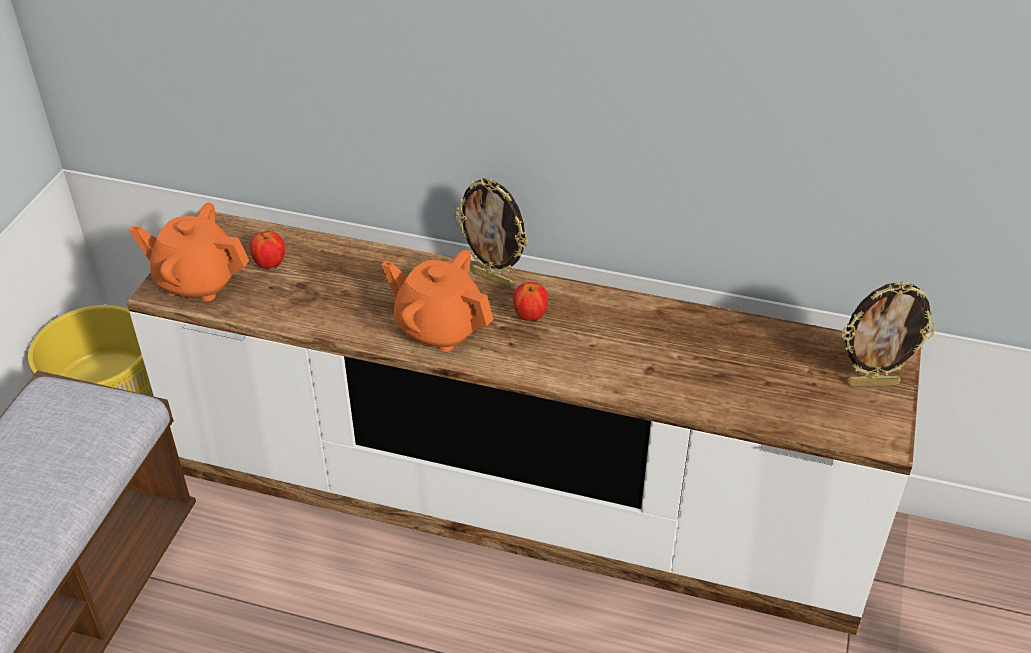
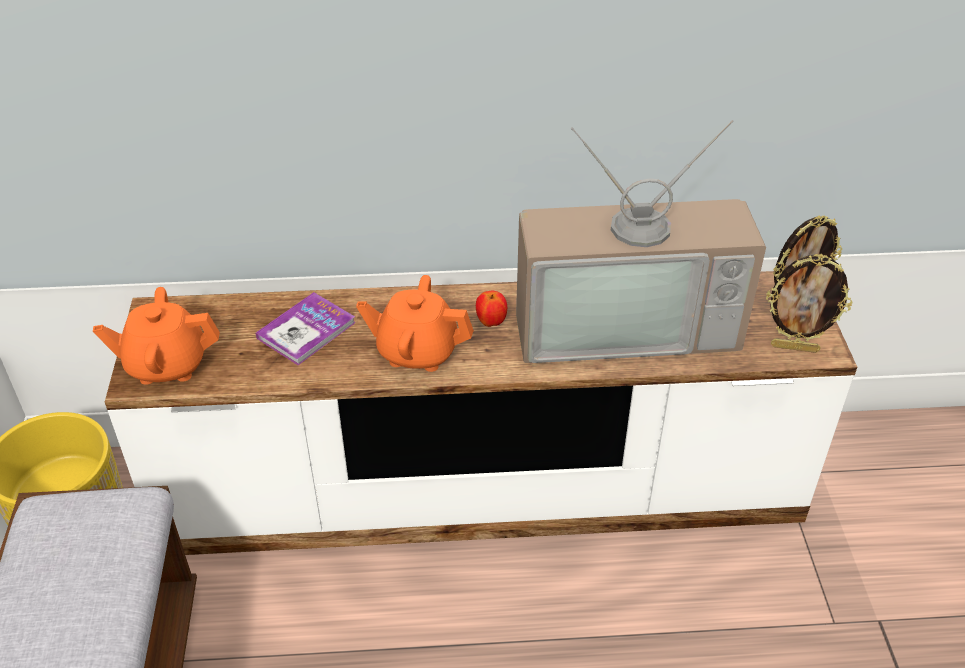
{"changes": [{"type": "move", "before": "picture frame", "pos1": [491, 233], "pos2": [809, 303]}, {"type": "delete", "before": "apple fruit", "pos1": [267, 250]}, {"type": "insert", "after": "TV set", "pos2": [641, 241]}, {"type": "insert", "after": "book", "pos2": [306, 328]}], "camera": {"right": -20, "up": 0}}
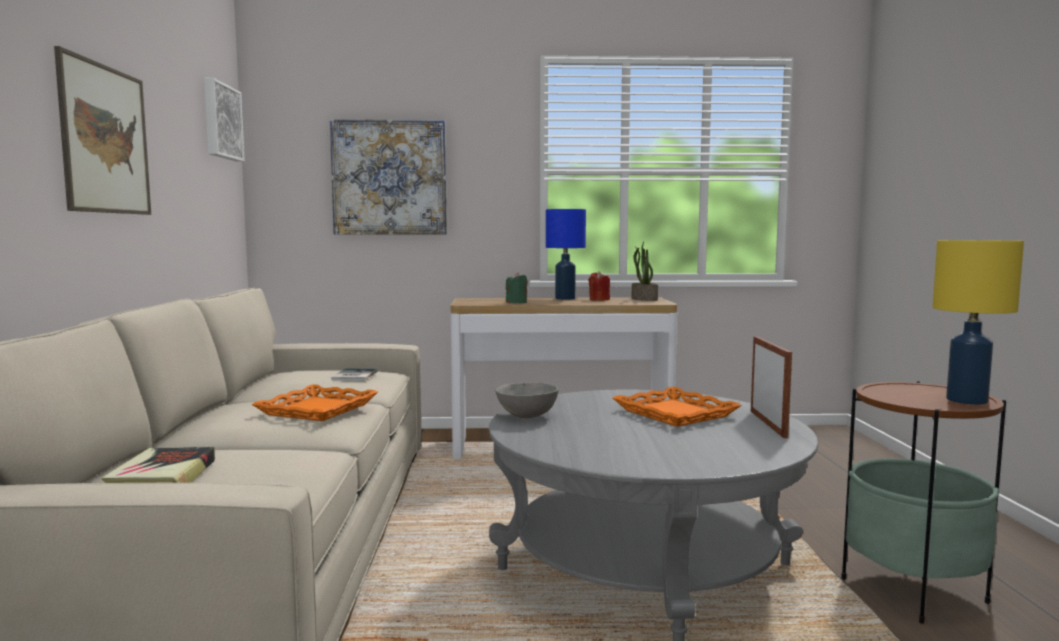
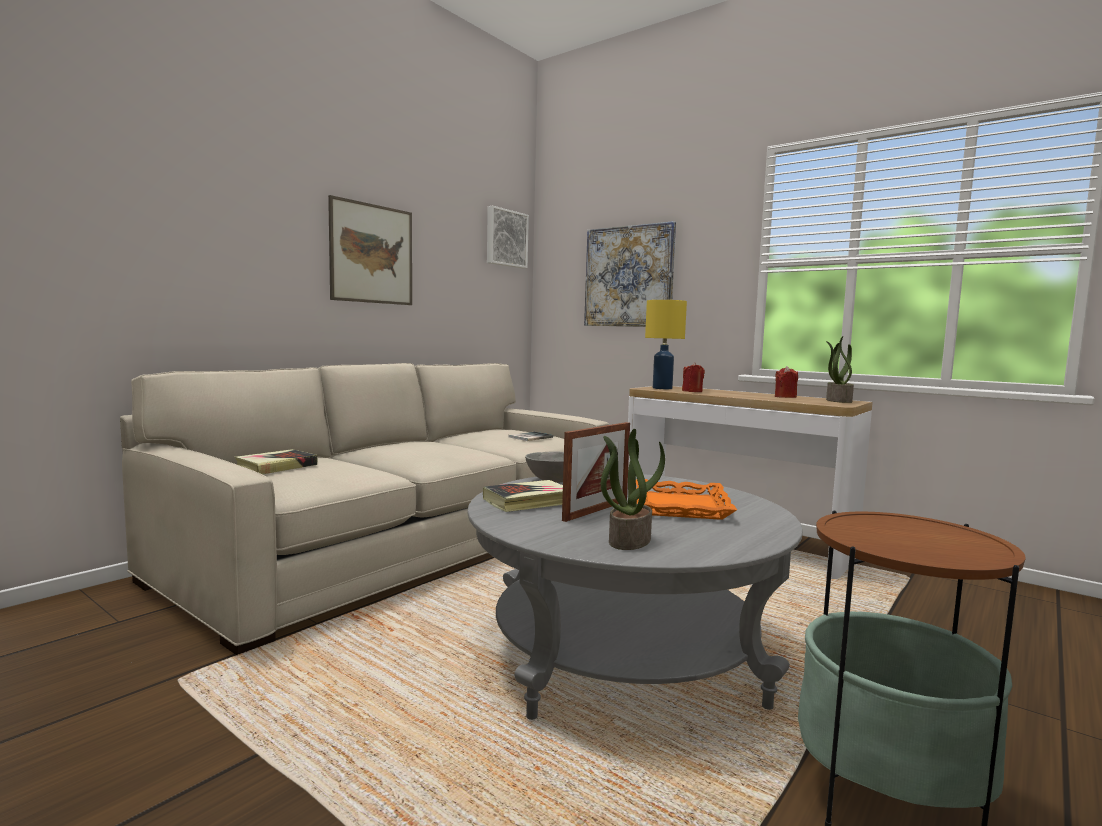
{"changes": [{"type": "delete", "before": "blue tabletop lamp", "pos1": [566, 254]}, {"type": "move", "before": "yellow tabletop lamp", "pos1": [978, 322], "pos2": [666, 344]}, {"type": "recolor", "before": "green wax candle", "after": "reddish wax candle", "pos1": [517, 288], "pos2": [693, 377]}, {"type": "move", "before": "picture frame", "pos1": [771, 387], "pos2": [596, 472]}, {"type": "delete", "before": "orange-coloured serving tray", "pos1": [314, 402]}, {"type": "insert", "after": "potted plant", "pos2": [633, 489]}, {"type": "insert", "after": "book", "pos2": [523, 496]}], "camera": {"right": 40, "up": 0}}
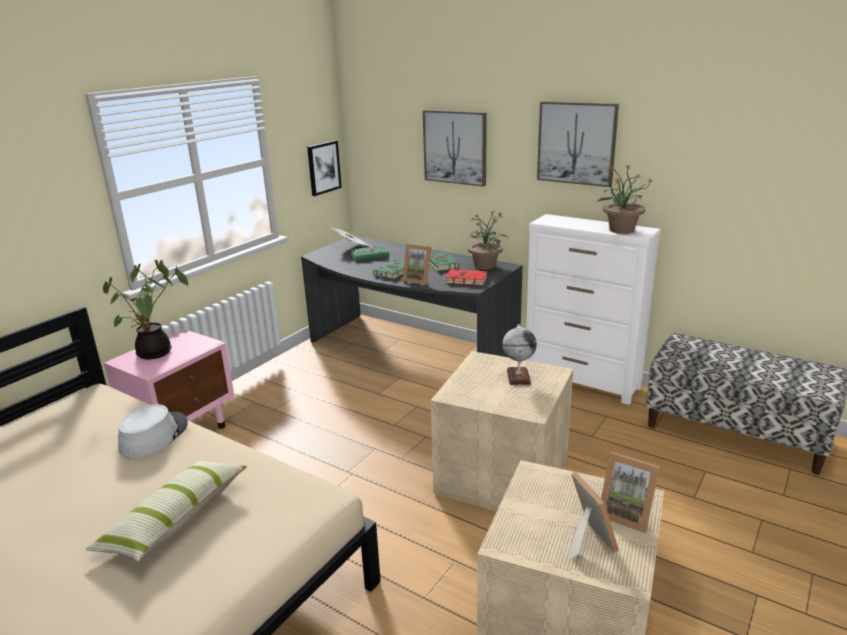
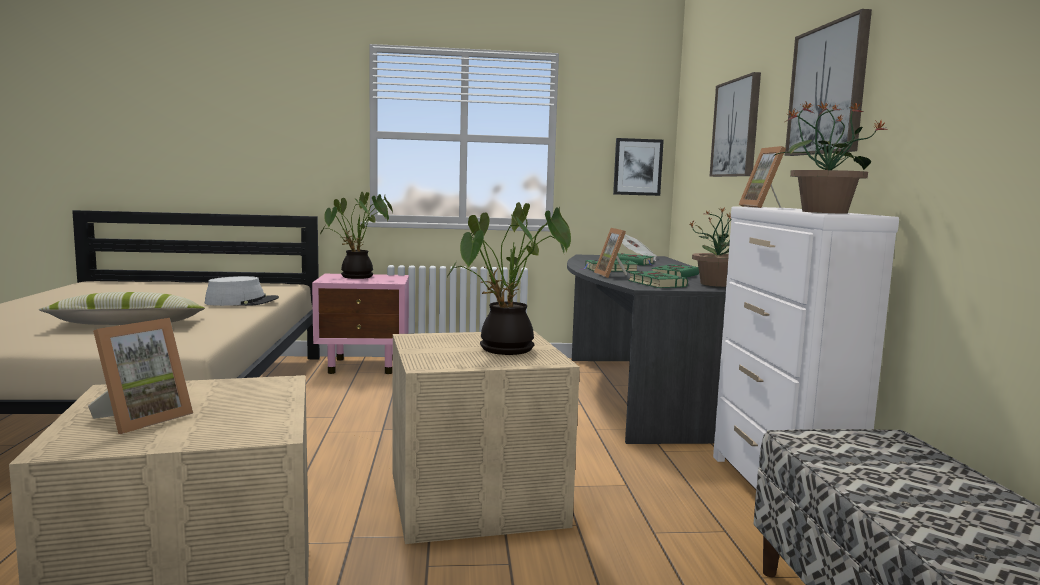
{"changes": [{"type": "recolor", "before": "reddish book", "after": "green book", "pos1": [464, 277], "pos2": [658, 279]}, {"type": "replace", "before": "desk globe", "after": "potted plant", "pos1": [520, 354], "pos2": [509, 278]}, {"type": "move", "before": "picture frame", "pos1": [630, 492], "pos2": [762, 177]}], "camera": {"right": 50, "up": -15}}
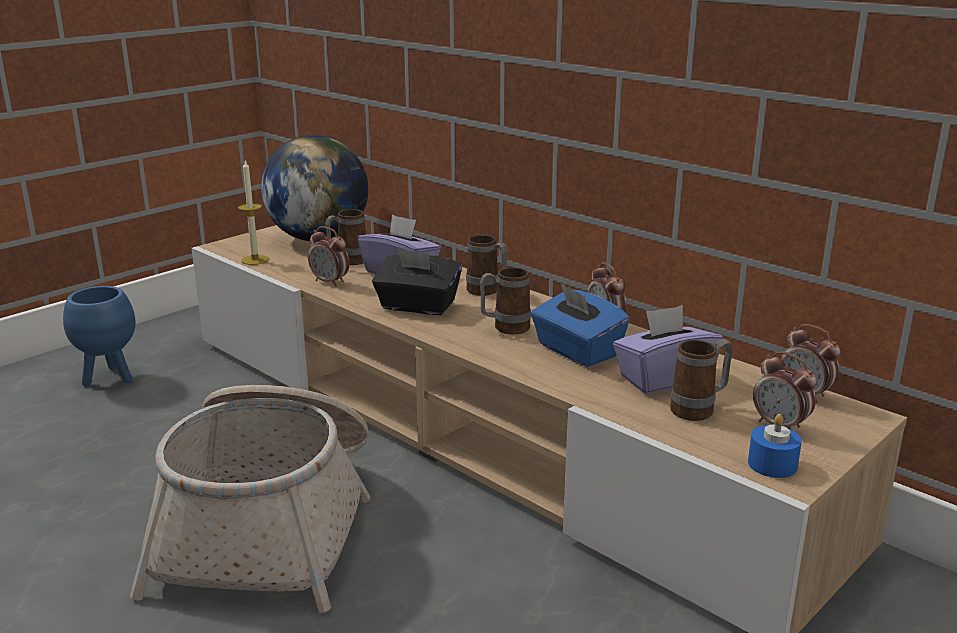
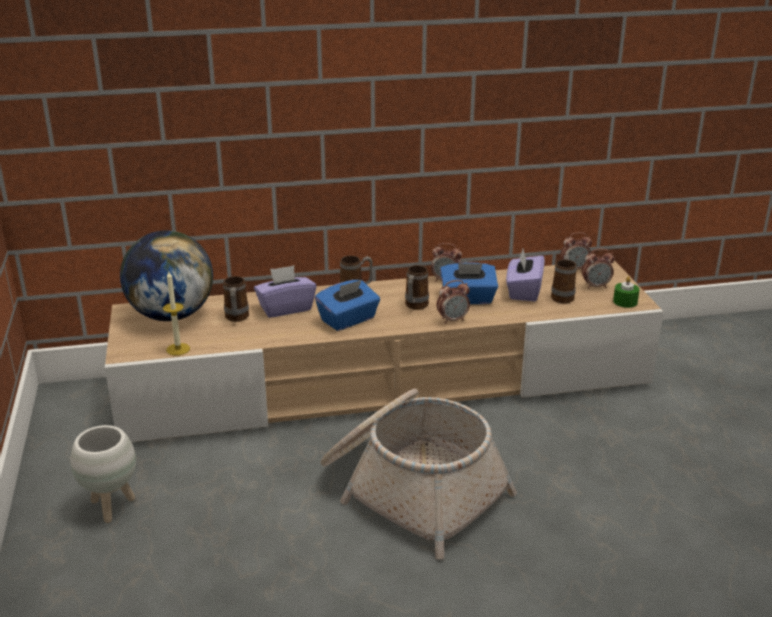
{"changes": [{"type": "move", "before": "table clock", "pos1": [329, 256], "pos2": [453, 302]}, {"type": "recolor", "before": "black tissue box", "after": "blue tissue box", "pos1": [417, 281], "pos2": [347, 305]}, {"type": "recolor", "before": "blue flower pot", "after": "white flower pot", "pos1": [99, 336], "pos2": [103, 474]}, {"type": "recolor", "before": "blue wax candle", "after": "green wax candle", "pos1": [775, 446], "pos2": [626, 292]}], "camera": {"right": -55, "up": 5}}
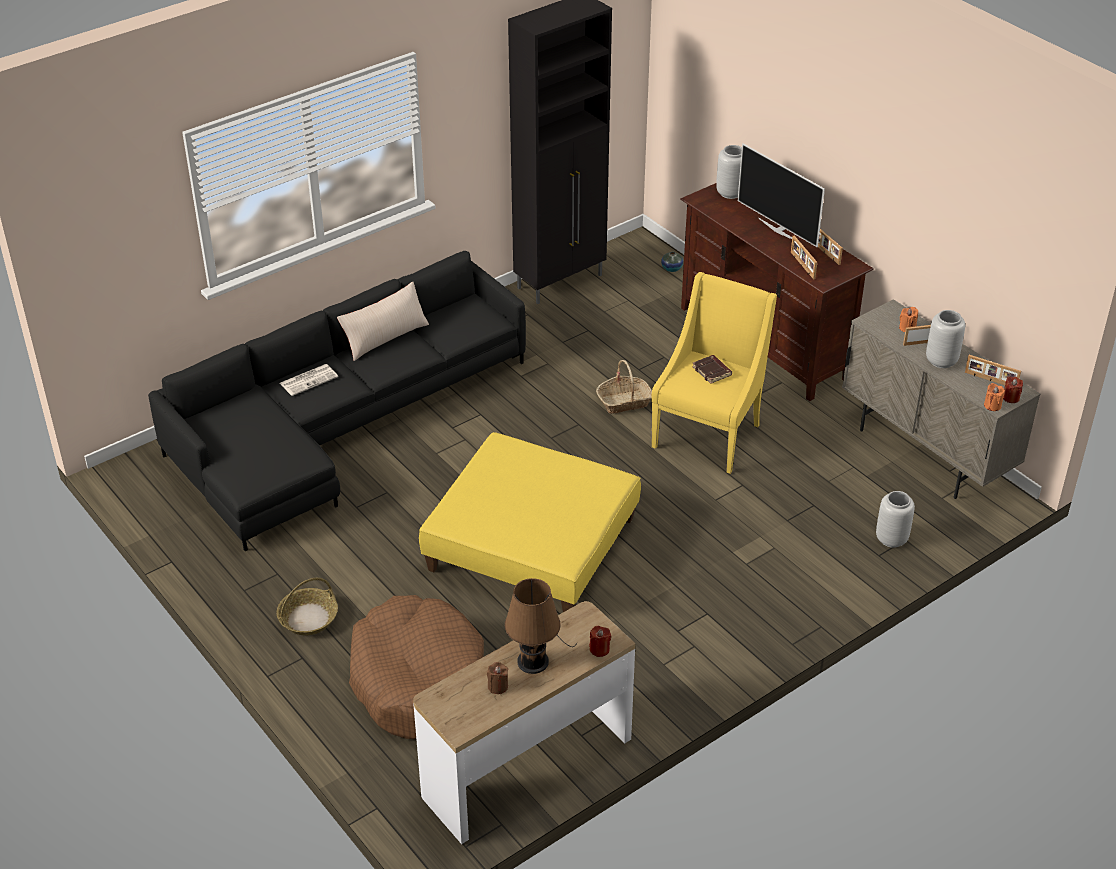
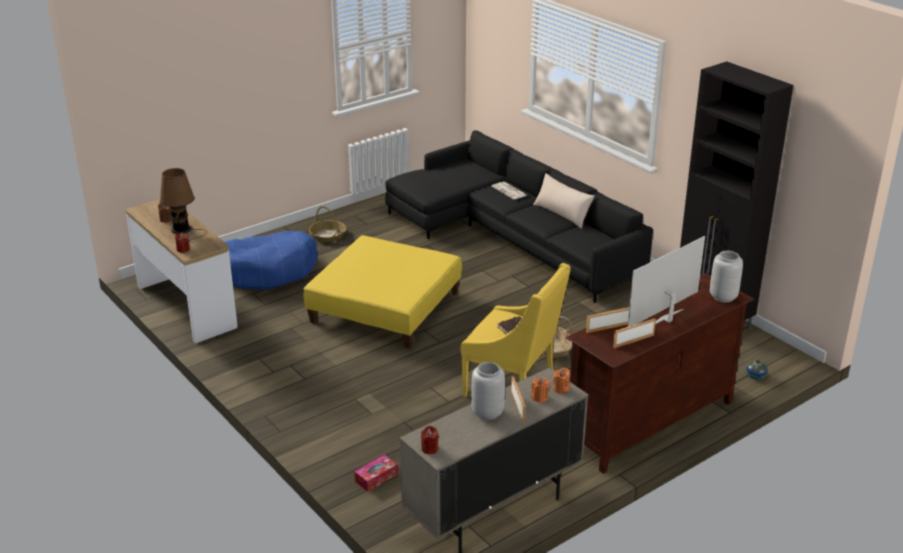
{"changes": [{"type": "delete", "before": "picture frame", "pos1": [993, 370]}, {"type": "move", "before": "orange-coloured wax candle", "pos1": [994, 397], "pos2": [561, 381]}, {"type": "replace", "before": "greyish flower vase", "after": "tissue box", "pos1": [895, 519], "pos2": [376, 473]}, {"type": "recolor", "before": "brownish dog cushion", "after": "blue dog cushion", "pos1": [416, 667], "pos2": [271, 260]}], "camera": {"right": 90, "up": -10}}
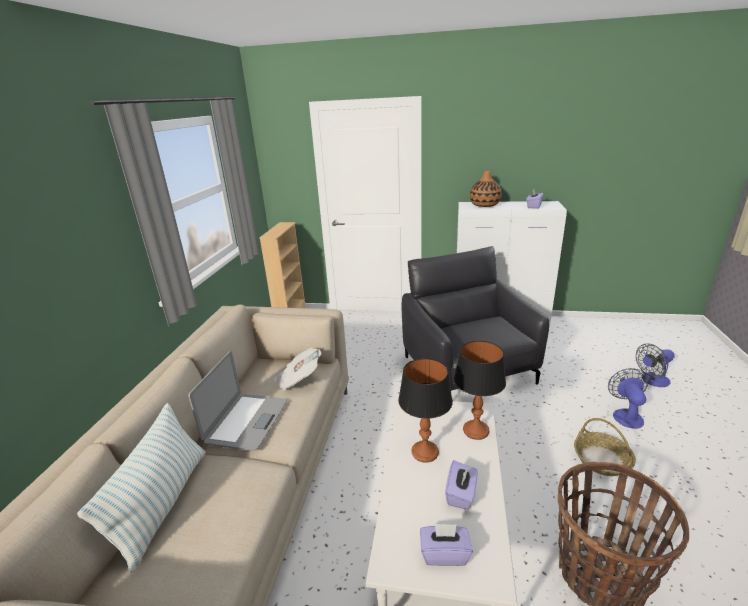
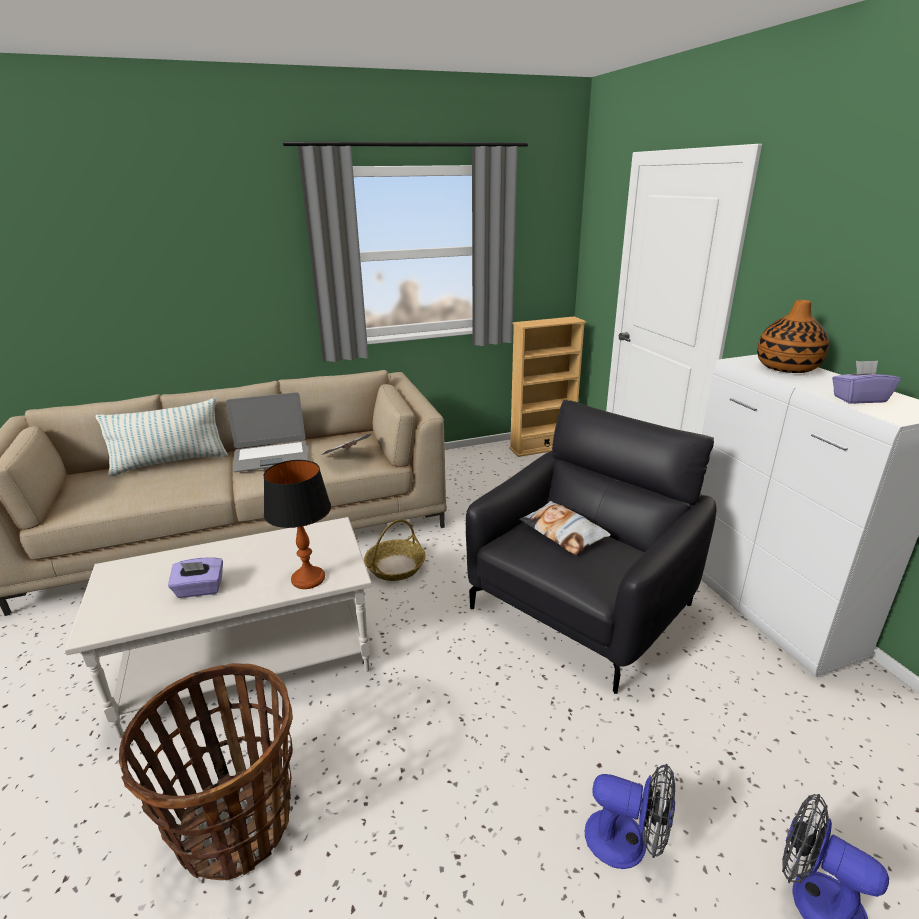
{"changes": [{"type": "delete", "before": "tabletop lamp", "pos1": [425, 410]}, {"type": "rotate", "before": "cooling fan", "pos1": [628, 398], "pos2": [630, 816], "turn": 45}, {"type": "move", "before": "household basket", "pos1": [605, 447], "pos2": [395, 550]}, {"type": "delete", "before": "purple tissue box", "pos1": [446, 544]}, {"type": "insert", "after": "cushion", "pos2": [565, 528]}], "camera": {"right": 60, "up": 0}}
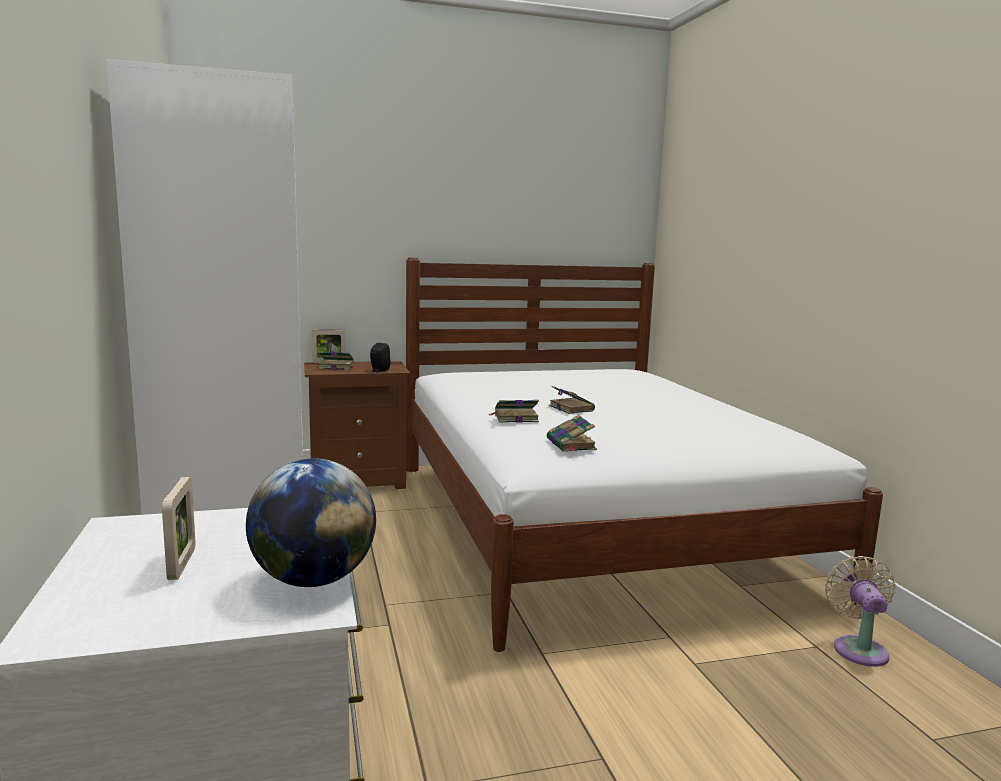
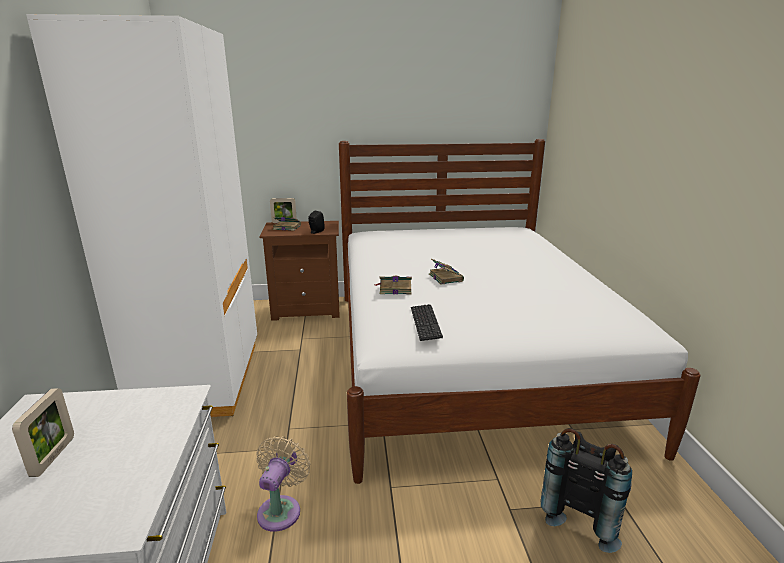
{"changes": [{"type": "replace", "before": "book", "after": "keyboard", "pos1": [572, 433], "pos2": [427, 322]}, {"type": "delete", "before": "desk globe", "pos1": [311, 522]}, {"type": "move", "before": "beige cooling fan", "pos1": [860, 611], "pos2": [283, 484]}, {"type": "insert", "after": "black rucksack", "pos2": [586, 490]}], "camera": {"right": 10, "up": 10}}
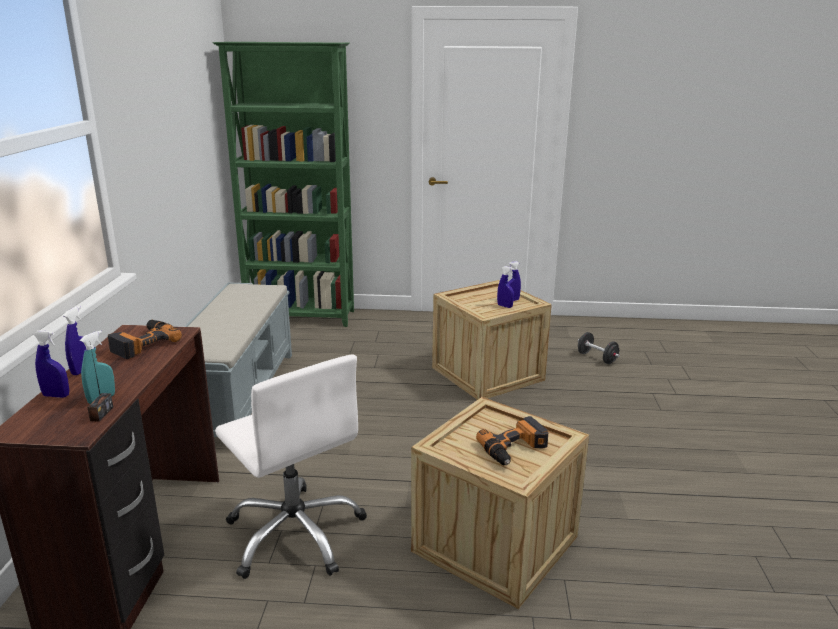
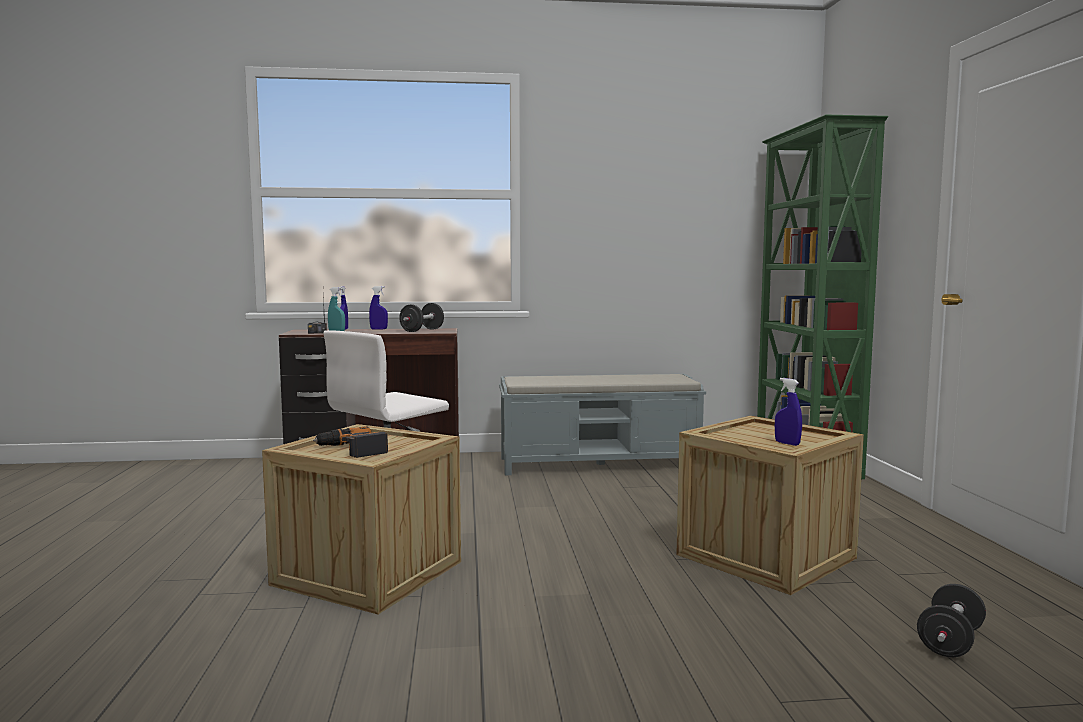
{"changes": [{"type": "delete", "before": "blue sprayer", "pos1": [505, 287]}, {"type": "replace", "before": "electric drill", "after": "black hand weight", "pos1": [145, 339], "pos2": [421, 317]}], "camera": {"right": 80, "up": -15}}
